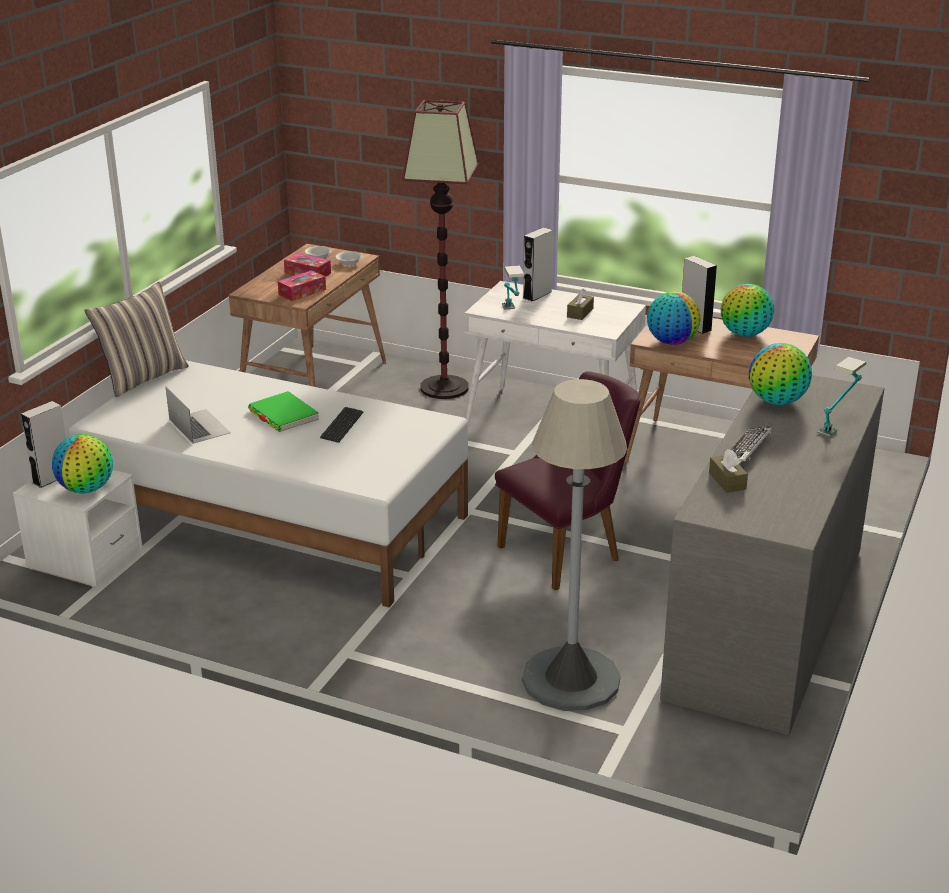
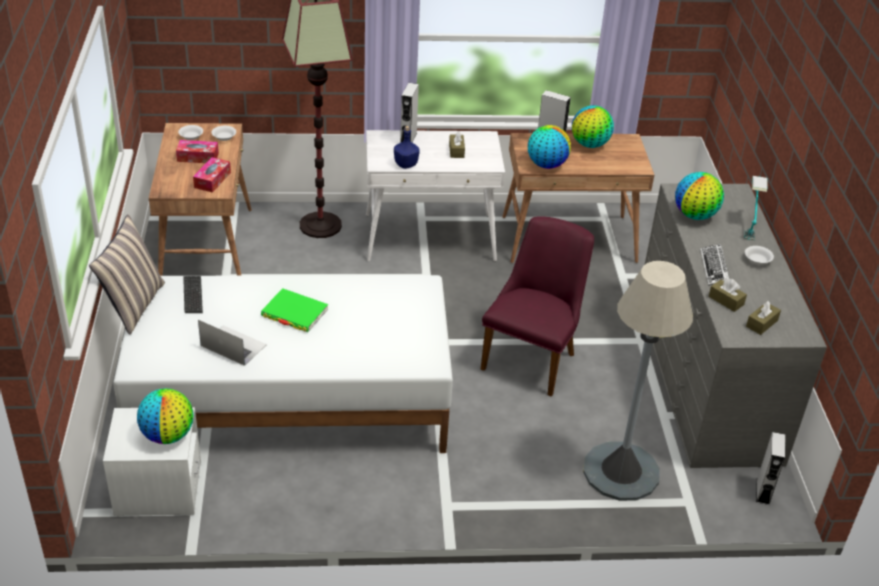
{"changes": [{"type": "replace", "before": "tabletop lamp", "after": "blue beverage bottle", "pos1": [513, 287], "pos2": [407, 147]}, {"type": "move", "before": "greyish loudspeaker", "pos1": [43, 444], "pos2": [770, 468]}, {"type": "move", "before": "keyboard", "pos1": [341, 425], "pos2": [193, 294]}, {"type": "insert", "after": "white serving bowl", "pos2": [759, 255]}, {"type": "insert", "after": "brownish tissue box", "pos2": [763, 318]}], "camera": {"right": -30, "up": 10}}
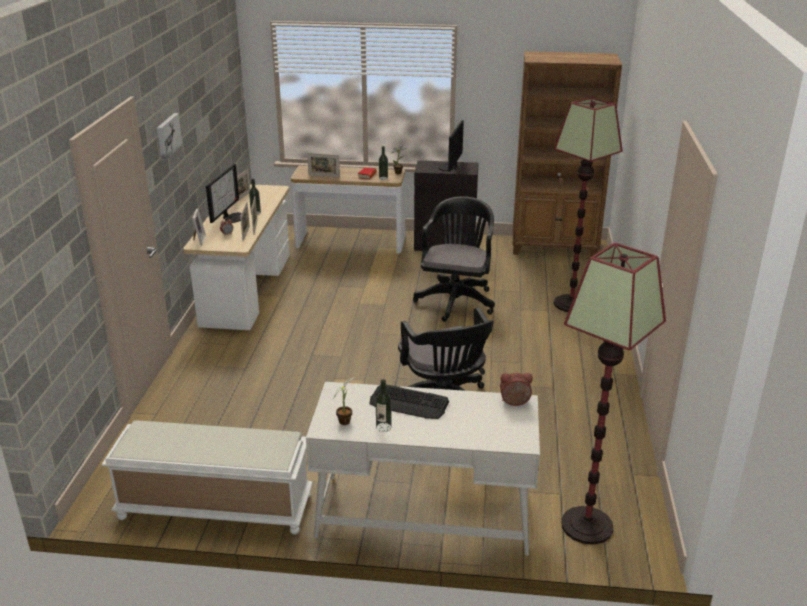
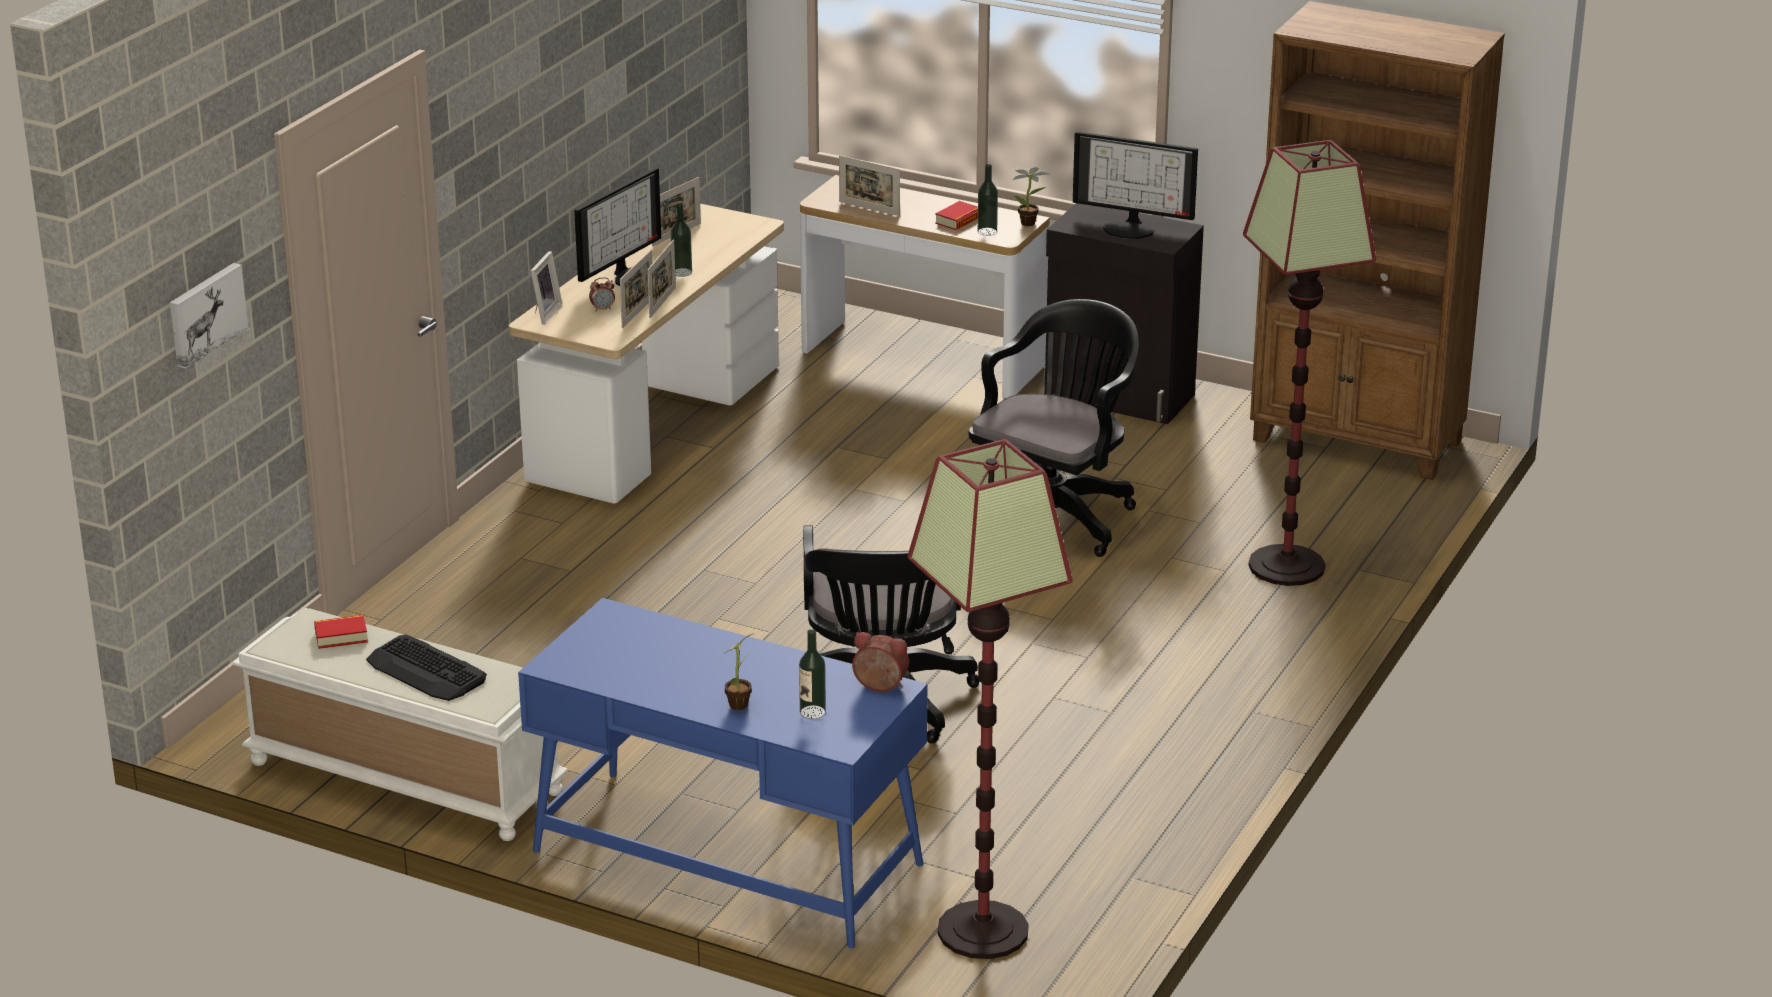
{"changes": [{"type": "move", "before": "wall picture", "pos1": [169, 137], "pos2": [209, 316]}, {"type": "rotate", "before": "computer display", "pos1": [451, 146], "pos2": [1135, 185], "turn": -105}, {"type": "move", "before": "potted plant", "pos1": [343, 401], "pos2": [738, 671]}, {"type": "move", "before": "beverage bottle", "pos1": [384, 405], "pos2": [812, 674]}, {"type": "recolor", "before": "white desk unit", "after": "blue desk unit", "pos1": [423, 469], "pos2": [722, 773]}, {"type": "move", "before": "keyboard", "pos1": [409, 402], "pos2": [426, 667]}, {"type": "insert", "after": "book", "pos2": [341, 632]}], "camera": {"right": 20, "up": 0}}
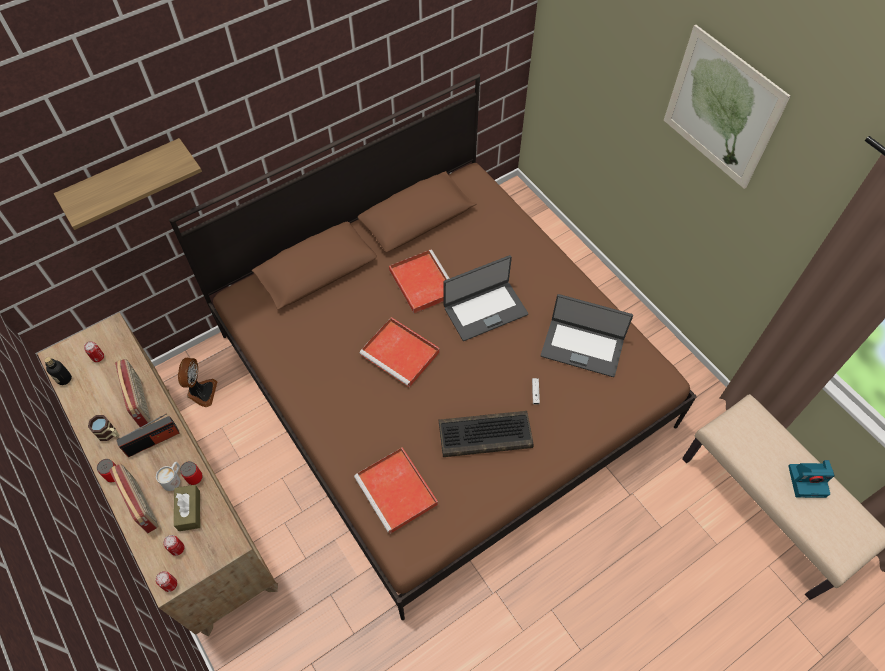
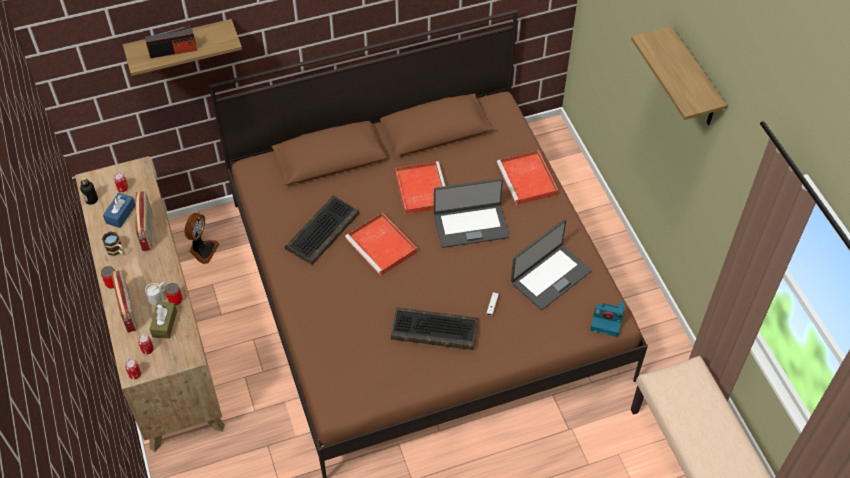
{"changes": [{"type": "replace", "before": "wall picture", "after": "bracket shelf", "pos1": [727, 107], "pos2": [679, 75]}, {"type": "rotate", "before": "notebook computer", "pos1": [587, 335], "pos2": [551, 264], "turn": -75}, {"type": "move", "before": "radio", "pos1": [147, 435], "pos2": [171, 42]}, {"type": "move", "before": "reddish serving tray", "pos1": [396, 490], "pos2": [527, 177]}, {"type": "move", "before": "still camera", "pos1": [811, 479], "pos2": [607, 319]}, {"type": "insert", "after": "blue tissue box", "pos2": [119, 210]}, {"type": "insert", "after": "keyboard", "pos2": [322, 230]}], "camera": {"right": 15, "up": -5}}
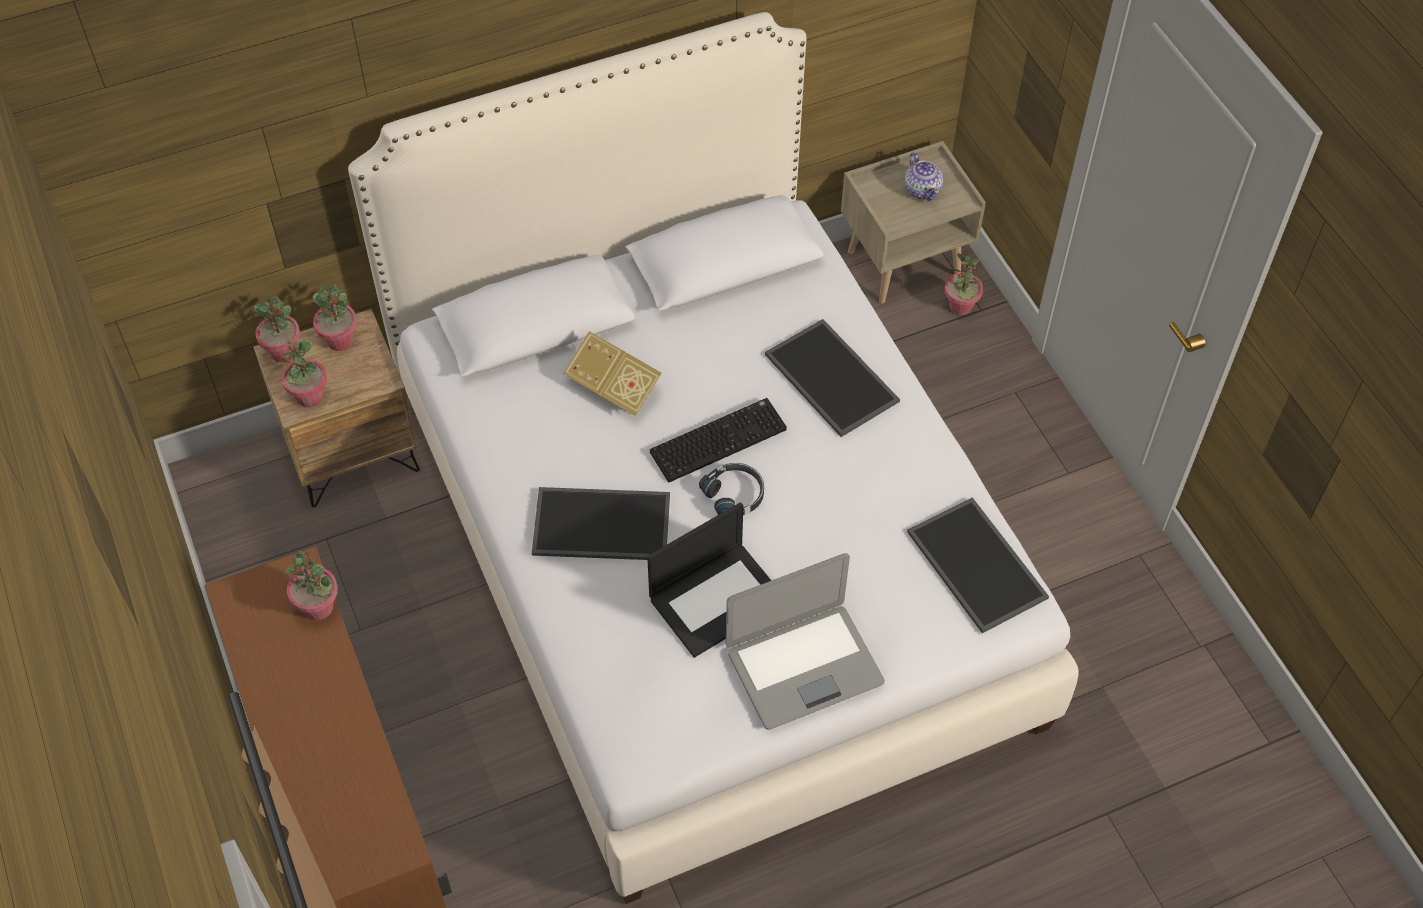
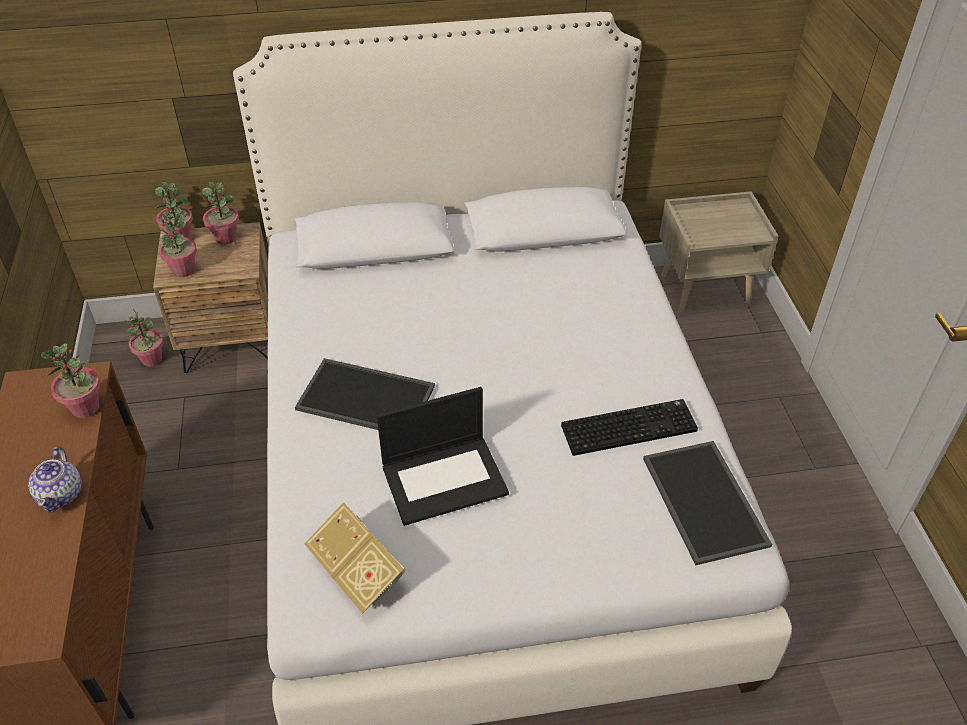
{"changes": [{"type": "move", "before": "pot for tea", "pos1": [924, 176], "pos2": [55, 480]}, {"type": "move", "before": "potted plant", "pos1": [964, 284], "pos2": [144, 338]}, {"type": "delete", "before": "serving tray", "pos1": [832, 378]}, {"type": "move", "before": "book", "pos1": [612, 373], "pos2": [355, 558]}, {"type": "move", "before": "keyboard", "pos1": [718, 440], "pos2": [629, 427]}, {"type": "delete", "before": "black headphones", "pos1": [731, 489]}, {"type": "delete", "before": "notebook computer", "pos1": [805, 641]}], "camera": {"right": 15, "up": -10}}
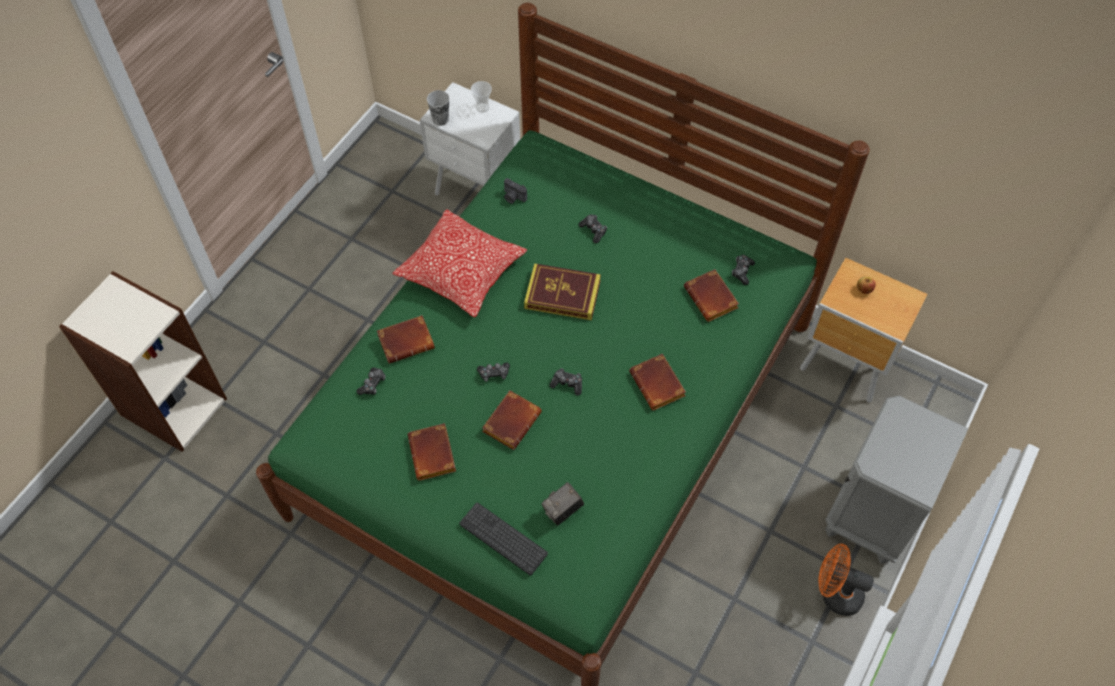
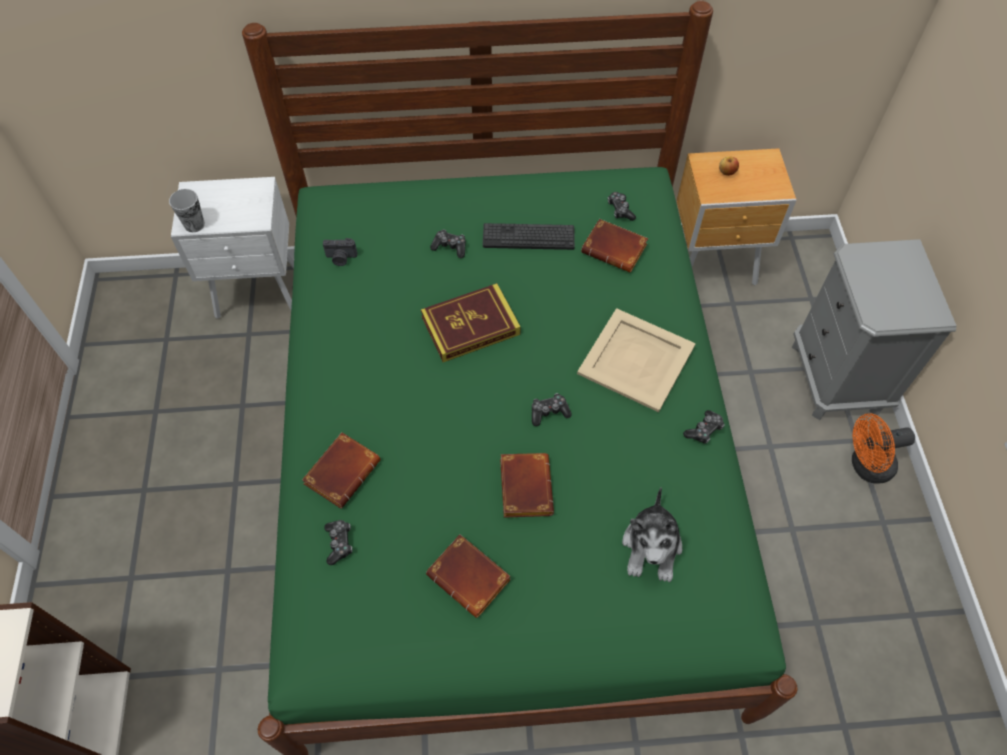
{"changes": [{"type": "delete", "before": "drinking cup", "pos1": [481, 97]}, {"type": "delete", "before": "cushion", "pos1": [459, 263]}, {"type": "replace", "before": "brownish book", "after": "beige serving tray", "pos1": [657, 381], "pos2": [636, 360]}, {"type": "move", "before": "game controller", "pos1": [493, 372], "pos2": [704, 427]}, {"type": "replace", "before": "still camera", "after": "soft toy", "pos1": [563, 503], "pos2": [652, 534]}, {"type": "move", "before": "keyboard", "pos1": [504, 539], "pos2": [529, 236]}], "camera": {"right": -35, "up": 0}}
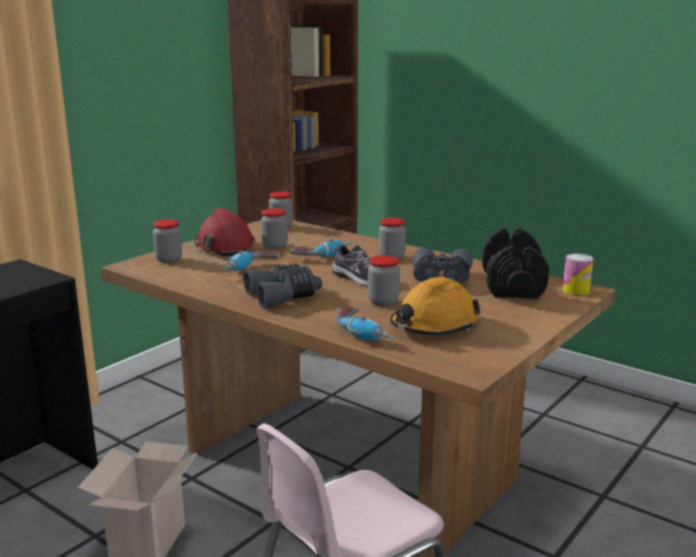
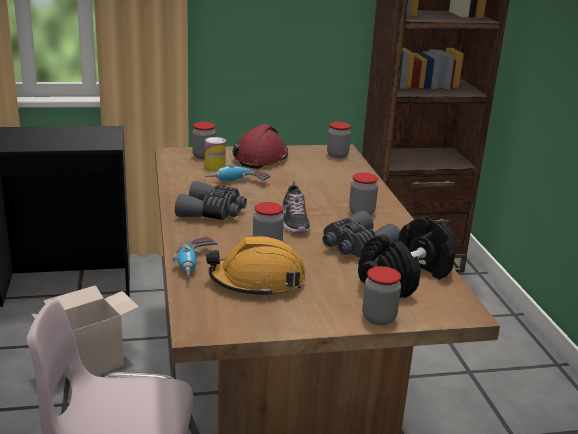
{"changes": [{"type": "move", "before": "storage jar", "pos1": [274, 228], "pos2": [381, 295]}, {"type": "delete", "before": "electric drill", "pos1": [321, 248]}, {"type": "move", "before": "sealed can", "pos1": [578, 275], "pos2": [215, 153]}], "camera": {"right": 40, "up": 5}}
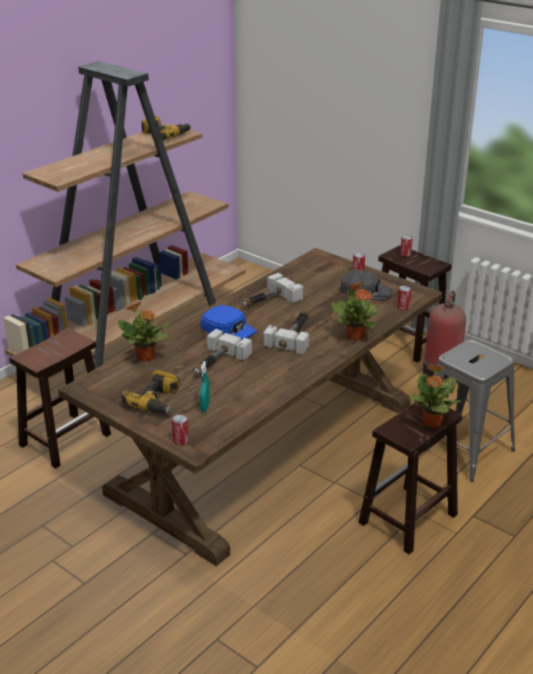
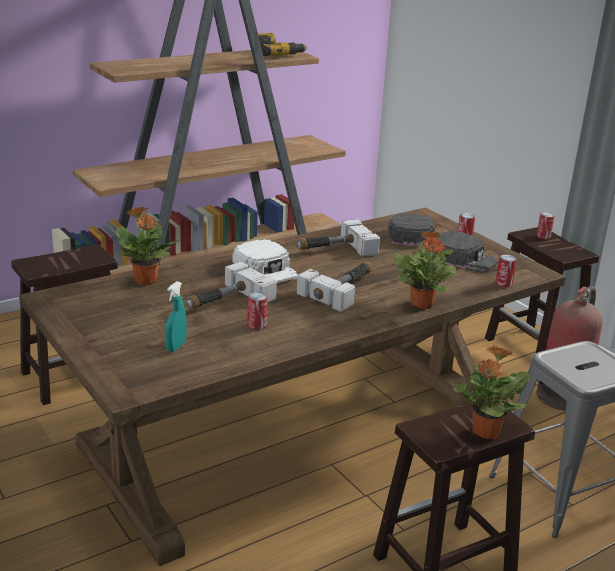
{"changes": [{"type": "recolor", "before": "blue peaked cap", "after": "white peaked cap", "pos1": [228, 322], "pos2": [265, 261]}, {"type": "delete", "before": "electric drill", "pos1": [150, 392]}, {"type": "move", "before": "sealed can", "pos1": [180, 429], "pos2": [257, 311]}, {"type": "insert", "after": "black peaked cap", "pos2": [411, 230]}], "camera": {"right": 15, "up": -5}}
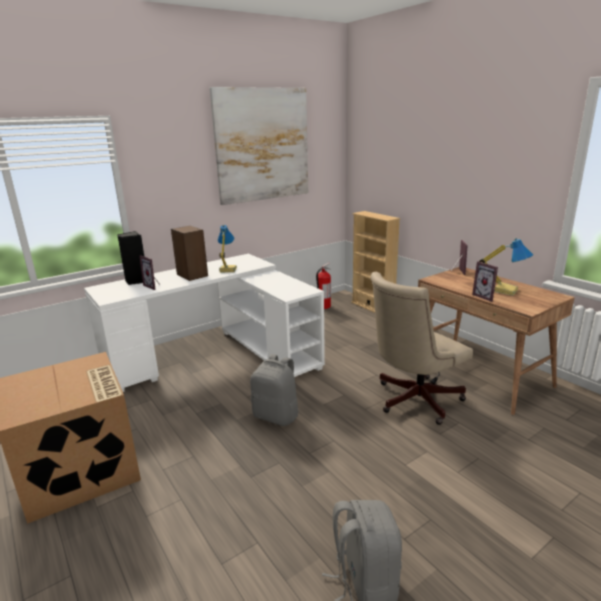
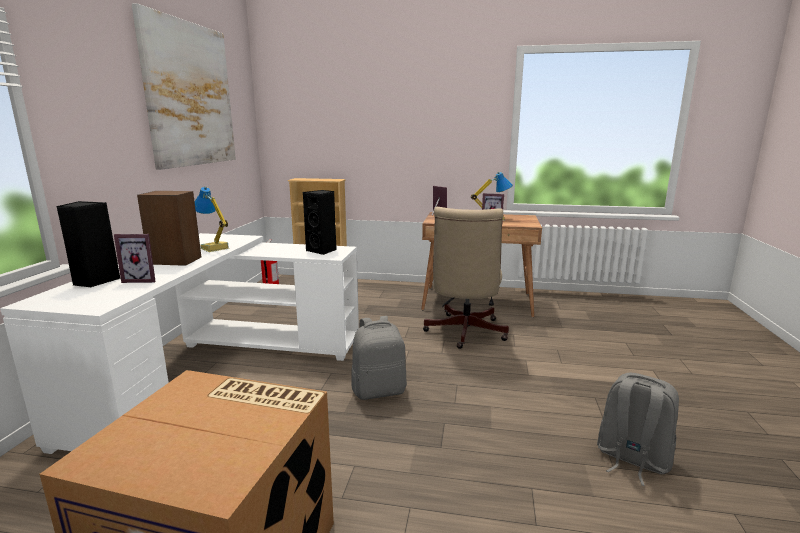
{"changes": [{"type": "insert", "after": "black loudspeaker", "pos2": [320, 222]}], "camera": {"right": -45, "up": -5}}
